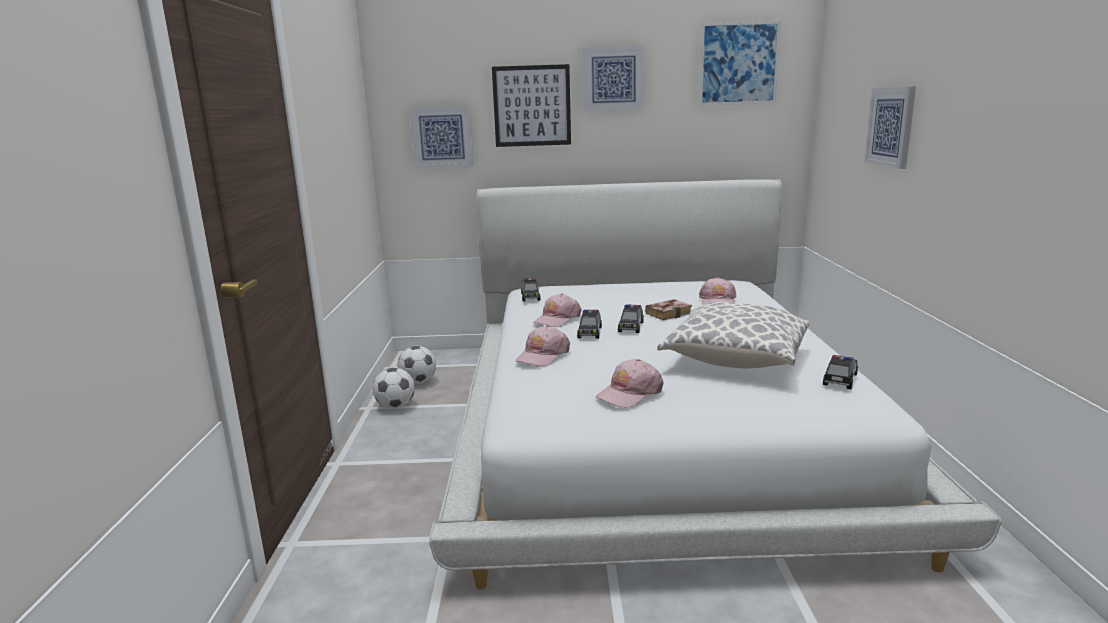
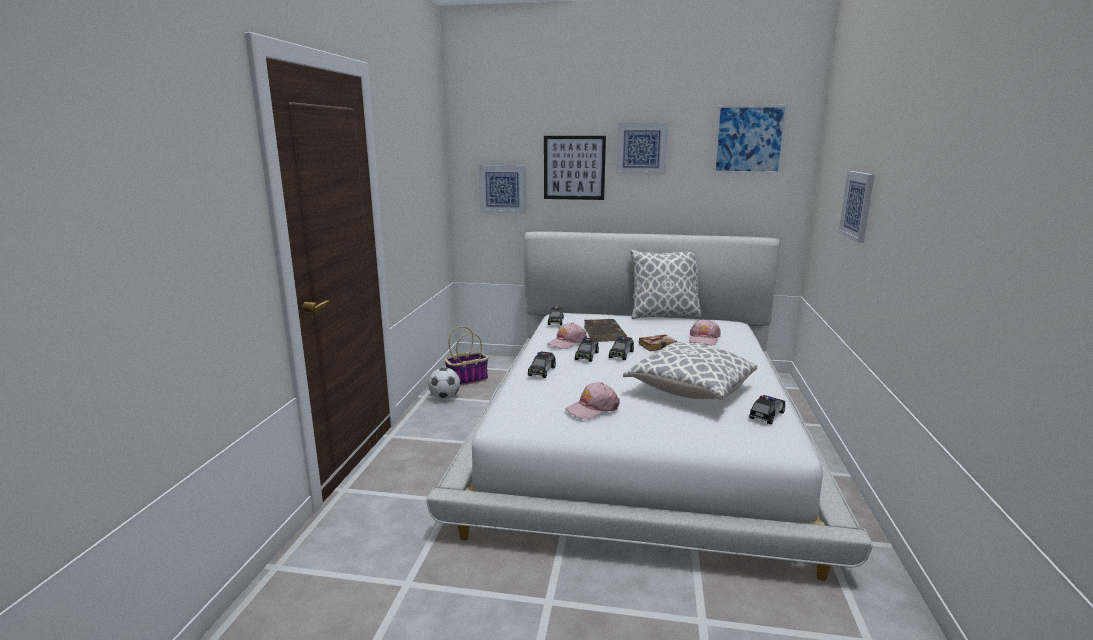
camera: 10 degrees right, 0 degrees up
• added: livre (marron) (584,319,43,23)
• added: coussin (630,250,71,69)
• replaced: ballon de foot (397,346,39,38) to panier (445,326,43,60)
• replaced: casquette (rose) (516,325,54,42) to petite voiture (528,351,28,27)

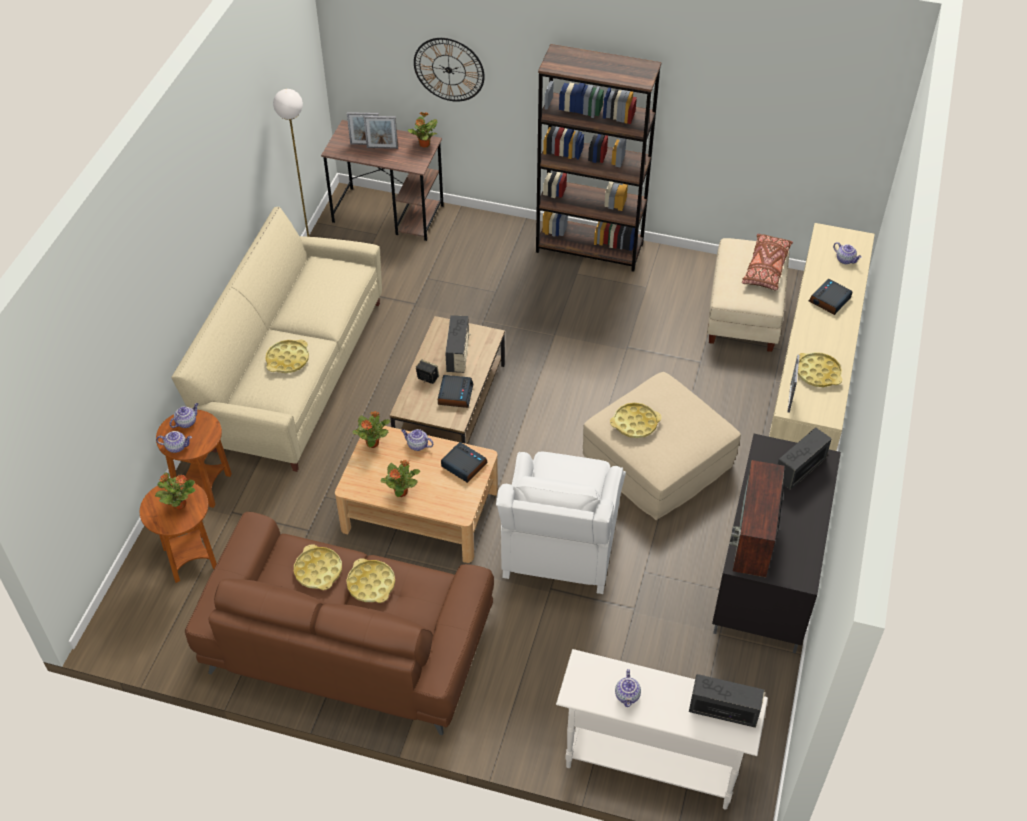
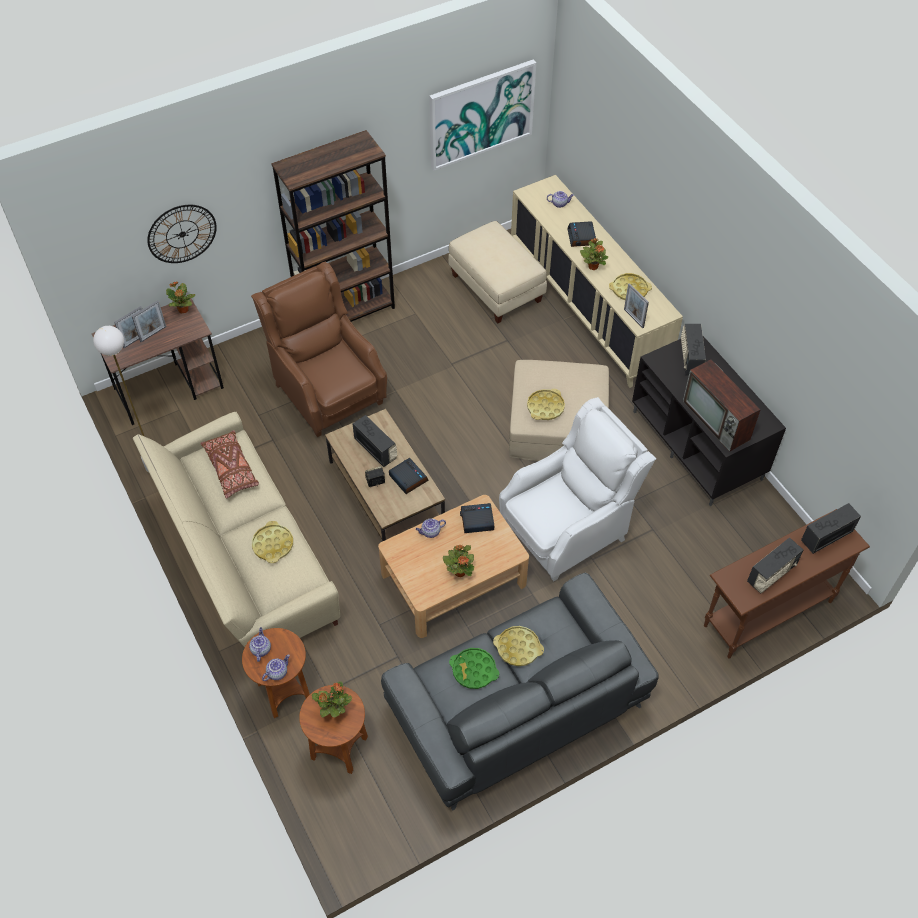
camera: 45 degrees left, 5 degrees up
• added: fauteuil (marron) (251,261,136,176)
• added: tableau (429,59,107,112)
• moved: plante en pot (353,411,37,37) to (580,238,28,32)
• moved: coussin (marron) (742,234,51,56) to (200,430,59,68)
• replaced: théière (615,669,26,38) to radio (747,537,56,57)
• recoloured: canapé (marron) (185,512,309,223) to canapé (gris) (381,573,278,238)
• recoloured: plateau (jaune) (294,544,48,46) to plateau (vert) (449,648,50,41)
• recoloured: table console (blanc) (556,649,212,161) to table console (marron) (704,509,166,150)
• turned: fauteuil (blanc) (496,452,130,142) = (499,397,158,184) 90 degrees counterclockwise

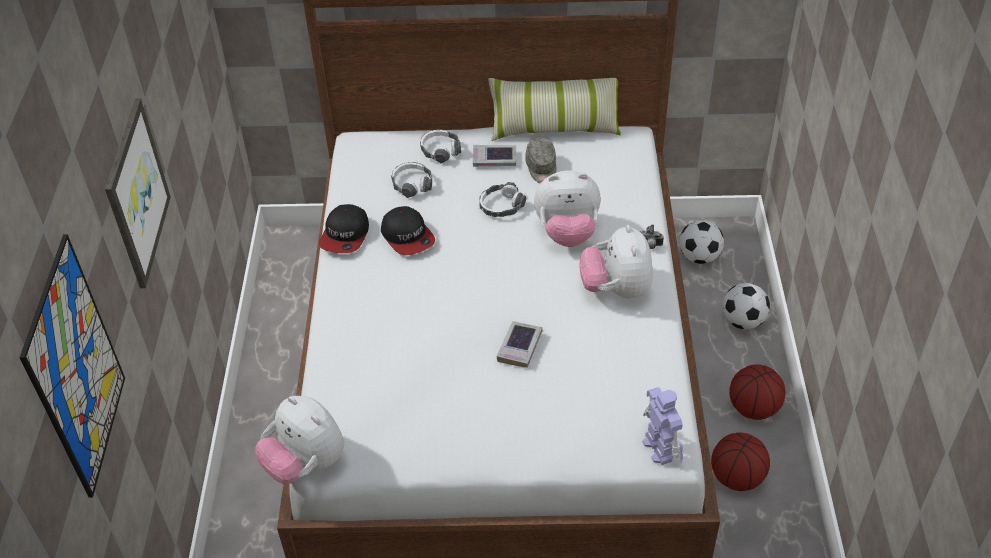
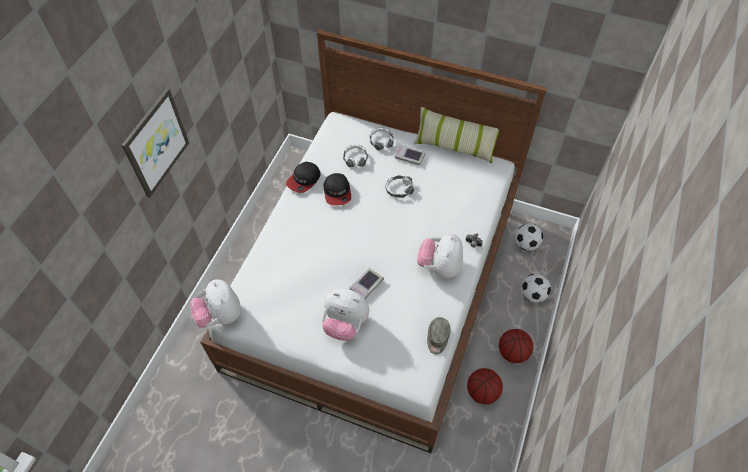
camera: 20 degrees right, 10 degrees up
• removed: tableau (19,234,106,264)
• removed: robot jouet (643,387,40,78)
• moved: casquette (gris) (525,138,31,45) to (427,317,24,38)
• moved: peluche (534,171,67,76) to (322,289,47,52)

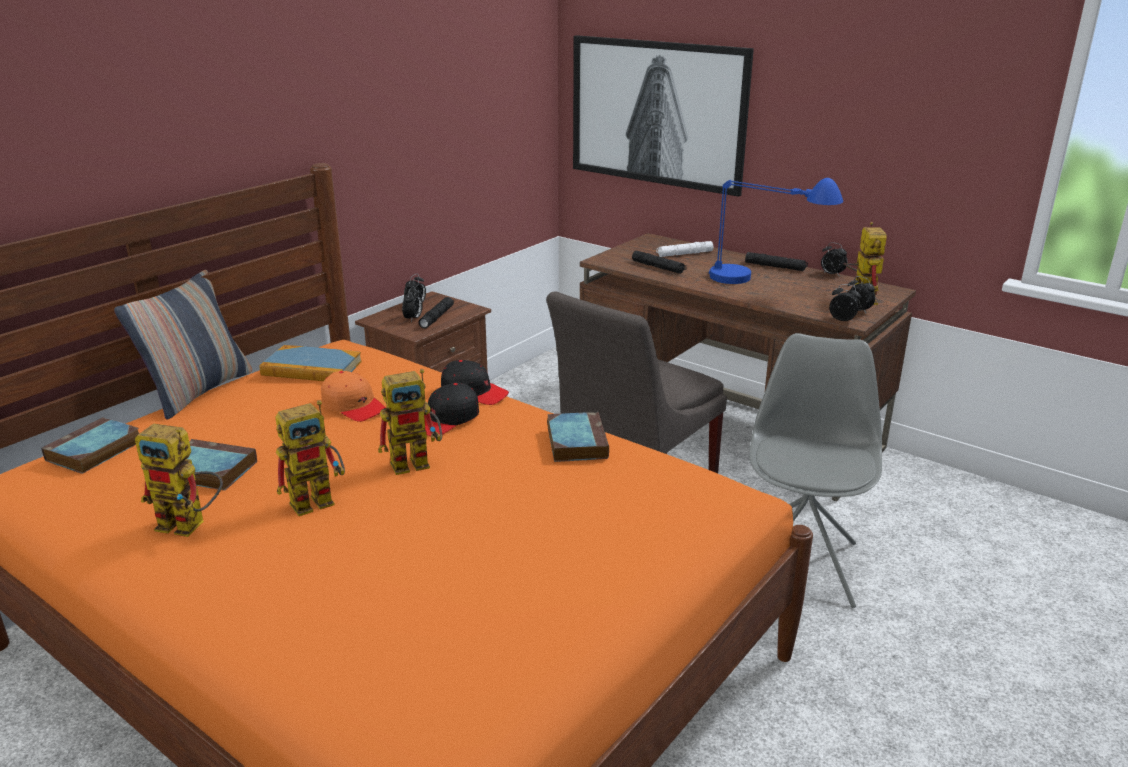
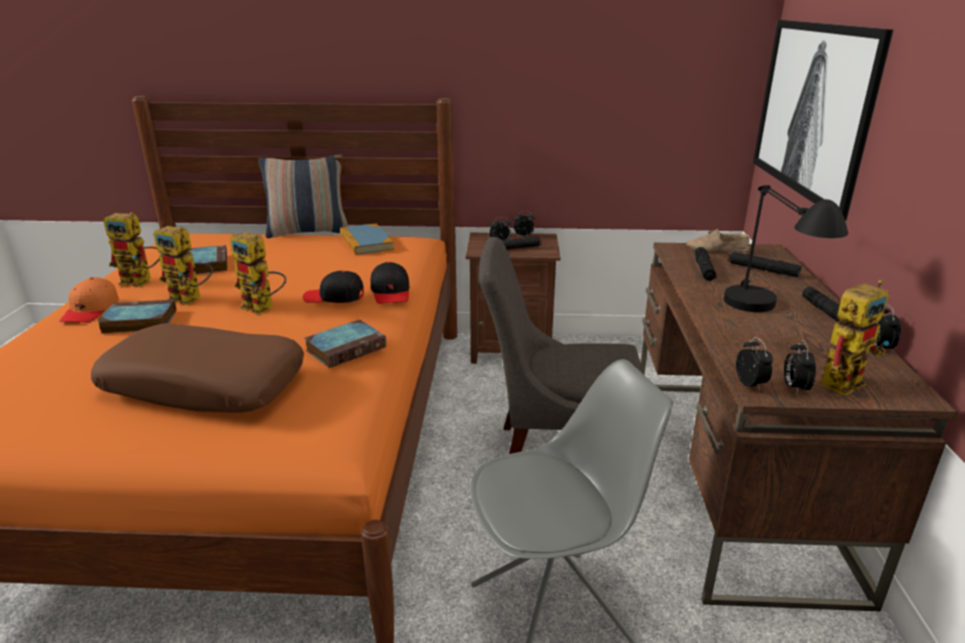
camera: 55 degrees right, 0 degrees up
• added: coussin (marron) (91,323,213,90)
• added: chaussure (beige) (686,228,64,26)
• moved: livre (41,417,98,57) to (97,299,80,35)
• moved: casquette (orange) (321,371,65,51) to (60,277,59,46)
• recoloured: lampe de poche (blanc) (656,241,57,16) to lampe de poche (noir) (728,252,73,25)
• recoloured: lampe de table (bleu) (709,178,134,106) to lampe de table (noir) (724,185,124,127)
• turned: robot jouet (135,423,88,114) = (103,212,57,75) 60 degrees counterclockwise

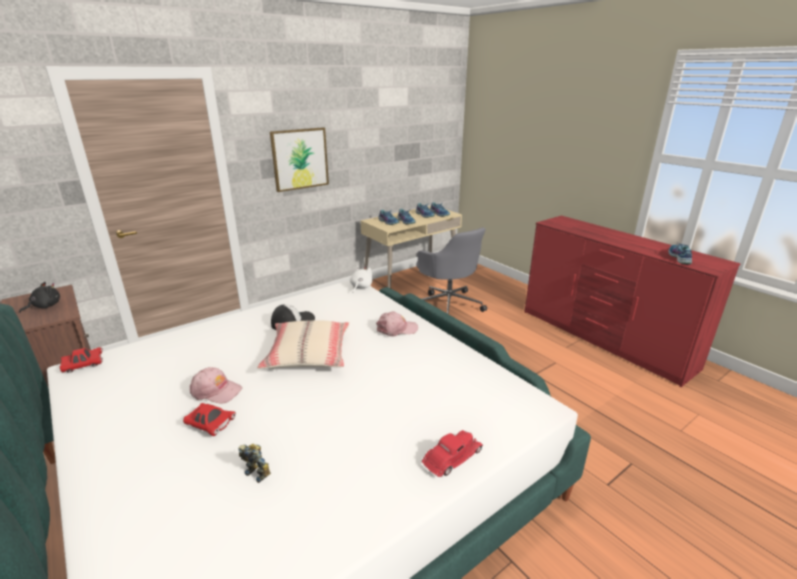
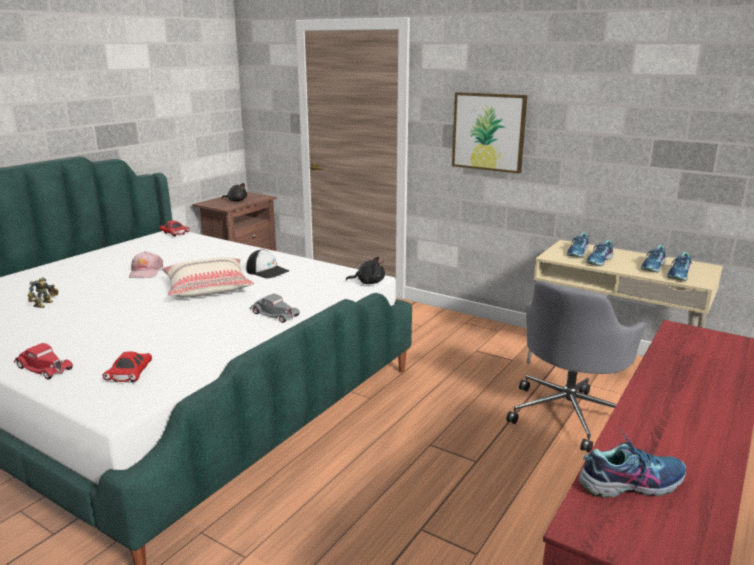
camera: 70 degrees right, 5 degrees down
• moved: petite voiture (rouge) (183,403,53,33) to (102,351,50,31)
• replaced: casquette (rose) (376,312,42,25) to petite voiture (gris) (249,294,51,29)
• recoloured: peluche (blanc) (350,266,23,27) to peluche (noir) (346,257,39,27)

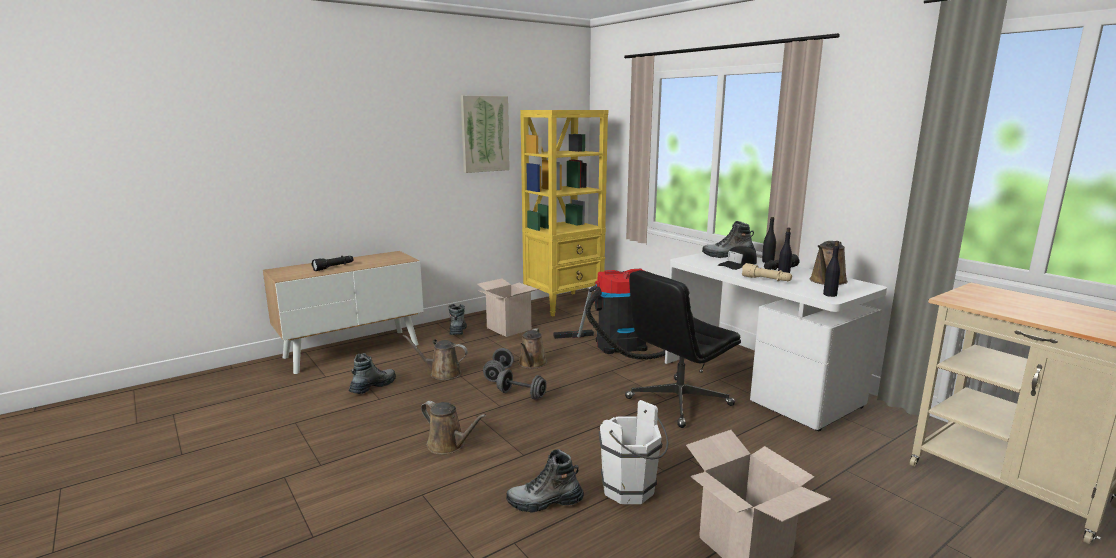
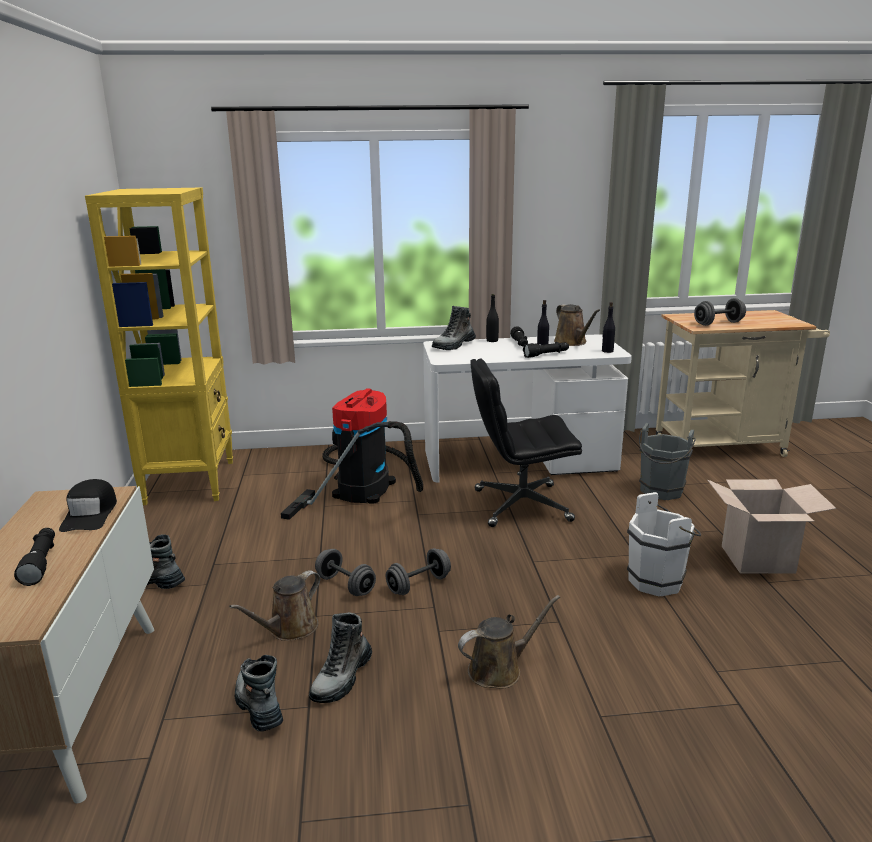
camera: 60 degrees left, 5 degrees up
• removed: tableau (461,96,49,77)
• removed: carton (477,278,63,59)
• removed: arrosoir (marron) (518,328,29,41)
• added: seau (gris) (639,423,57,77)
• added: haltère (gris) (694,298,52,28)
• moved: botte (506,449,78,63) to (309,612,63,91)
• moved: casquette (noir) (718,246,39,24) to (59,479,58,53)
• recoloured: lampe de poche (beige) (742,263,50,18) to lampe de poche (noir) (523,342,46,16)
• turned: chaise de bureau (noir) (625,270,116,158) = (470,358,112,169) 90 degrees clockwise

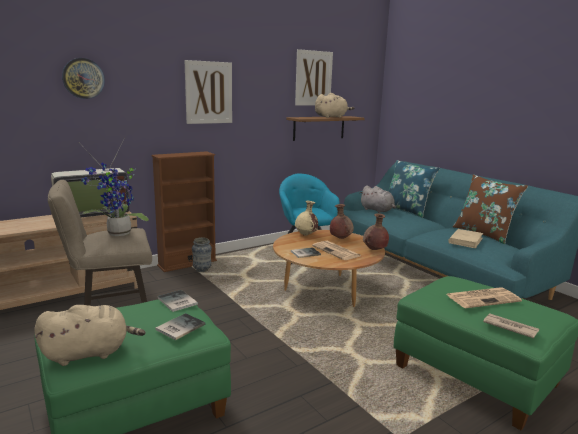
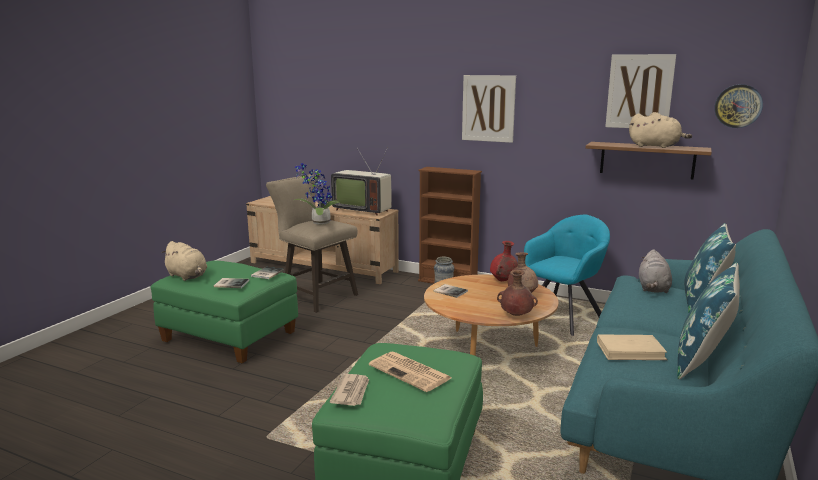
camera: 60 degrees right, 0 degrees up
• removed: journal (312,241,49,19)
• moved: horloge murale (62,58,43,41) to (714,84,49,44)
• recoloured: vase (beige) (295,201,23,35) to vase (rouge) (490,241,28,40)
• recoloured: coussin (marron) (453,174,75,70) to coussin (bleu) (677,262,63,117)

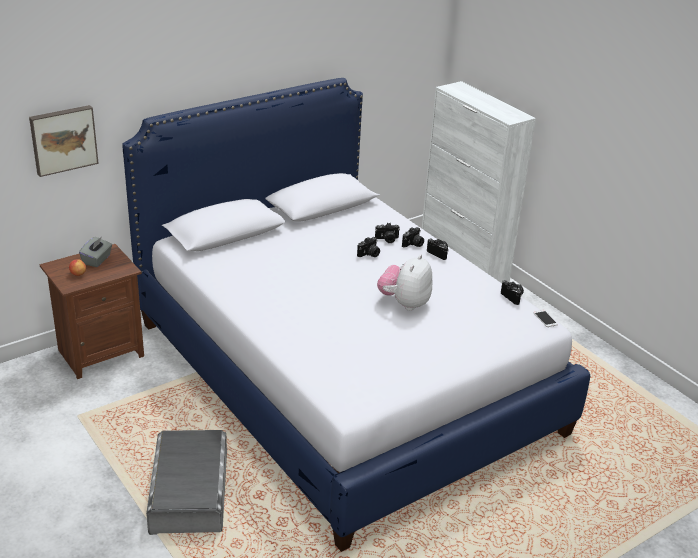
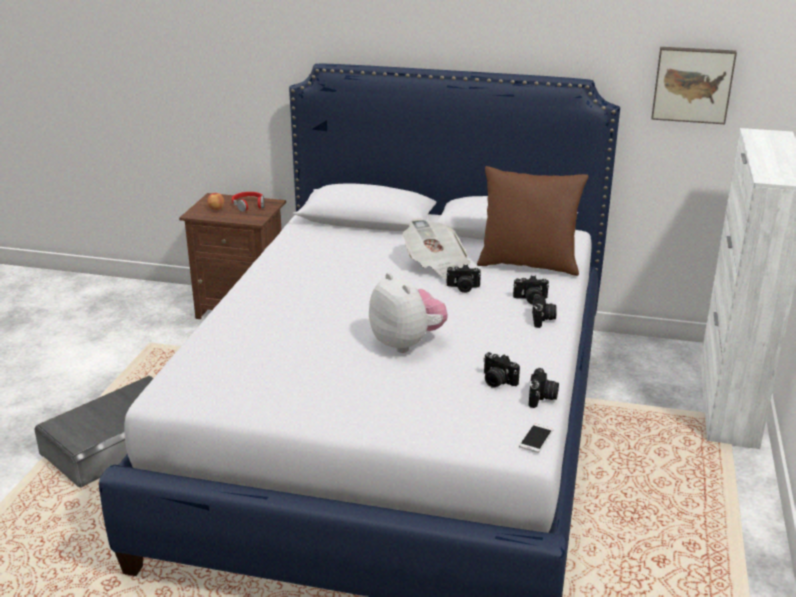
camera: 50 degrees right, 5 degrees down
• added: journal (402,218,69,61)
• added: coussin (marron) (477,166,111,110)
• moved: tableau (29,105,70,72) to (652,47,85,77)
• moved: appareil photo (375,223,25,20) to (483,352,37,36)
• replaced: boîte à mouchoirs (gris) (79,237,33,30) to casque audio (rouge) (232,192,32,20)
• turned: peluche (377,254,55,57) = (369,273,79,80) 75 degrees clockwise

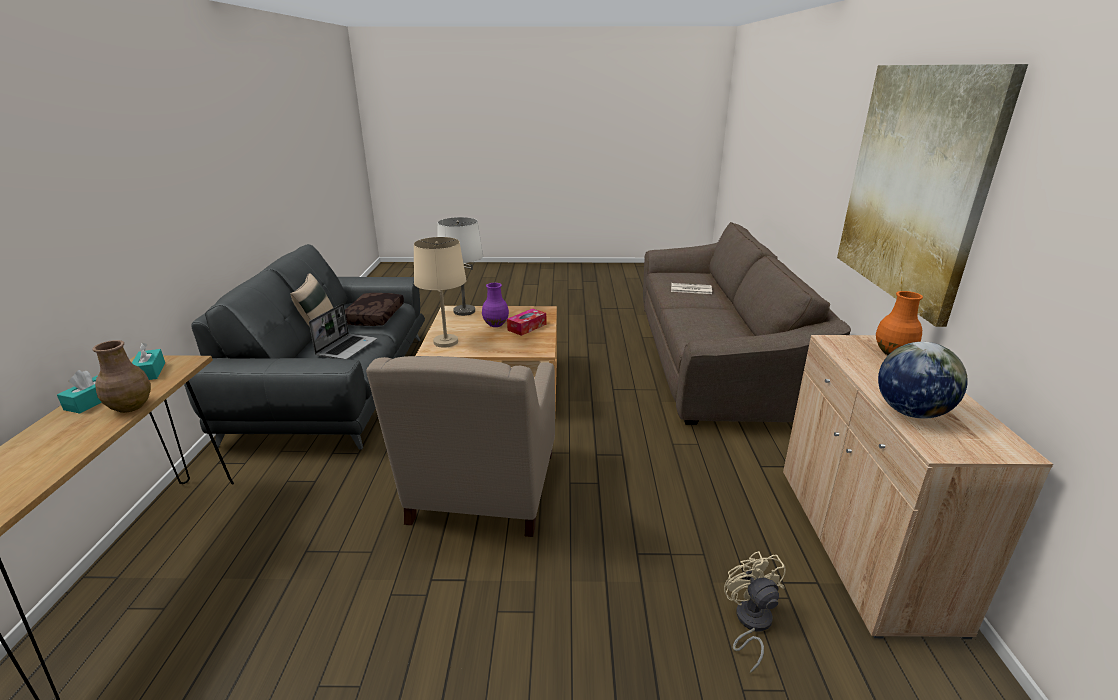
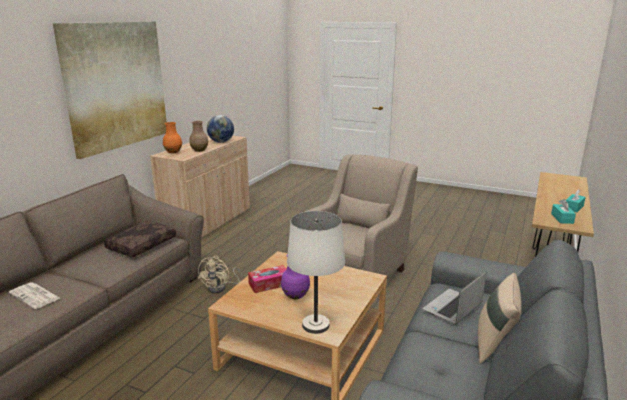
camera: 155 degrees left, 5 degrees down
• removed: lampe de table (beige) (414,237,53,111)
• moved: vase (marron) (92,340,59,73) to (189,121,19,31)
• moved: coussin (marron) (345,293,59,33) to (104,221,72,36)
• moved: ventilateur (beige) (724,551,62,122) to (198,256,44,37)

